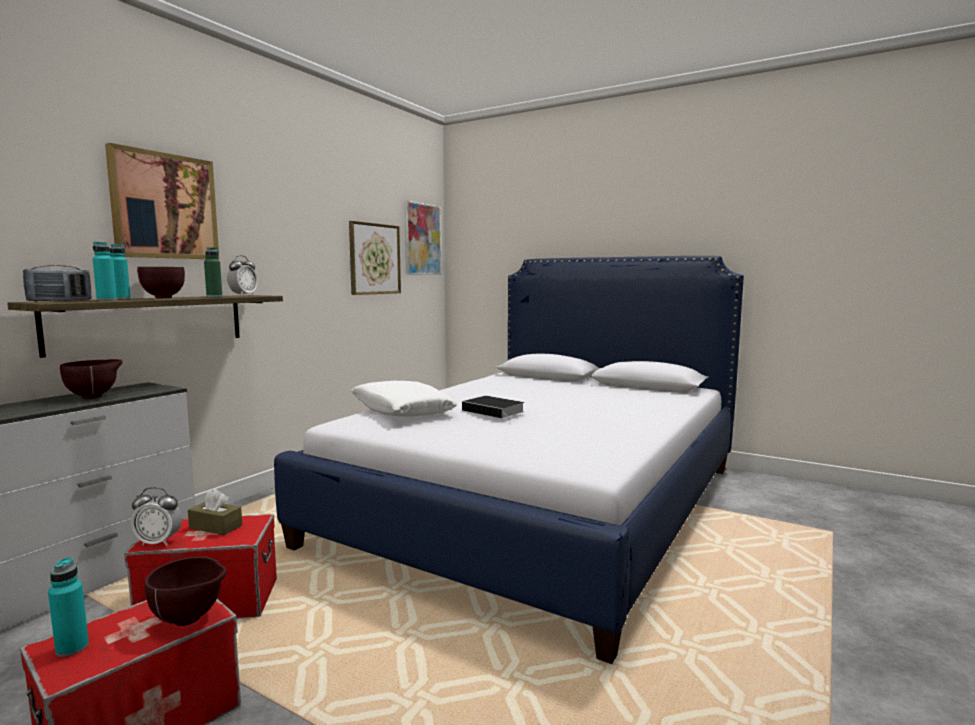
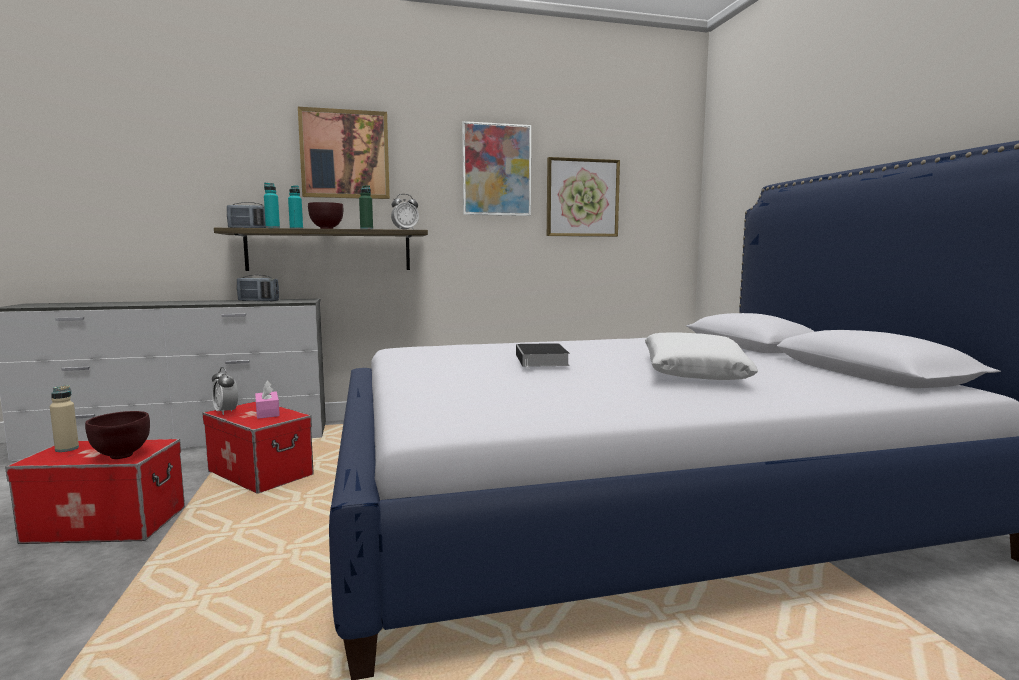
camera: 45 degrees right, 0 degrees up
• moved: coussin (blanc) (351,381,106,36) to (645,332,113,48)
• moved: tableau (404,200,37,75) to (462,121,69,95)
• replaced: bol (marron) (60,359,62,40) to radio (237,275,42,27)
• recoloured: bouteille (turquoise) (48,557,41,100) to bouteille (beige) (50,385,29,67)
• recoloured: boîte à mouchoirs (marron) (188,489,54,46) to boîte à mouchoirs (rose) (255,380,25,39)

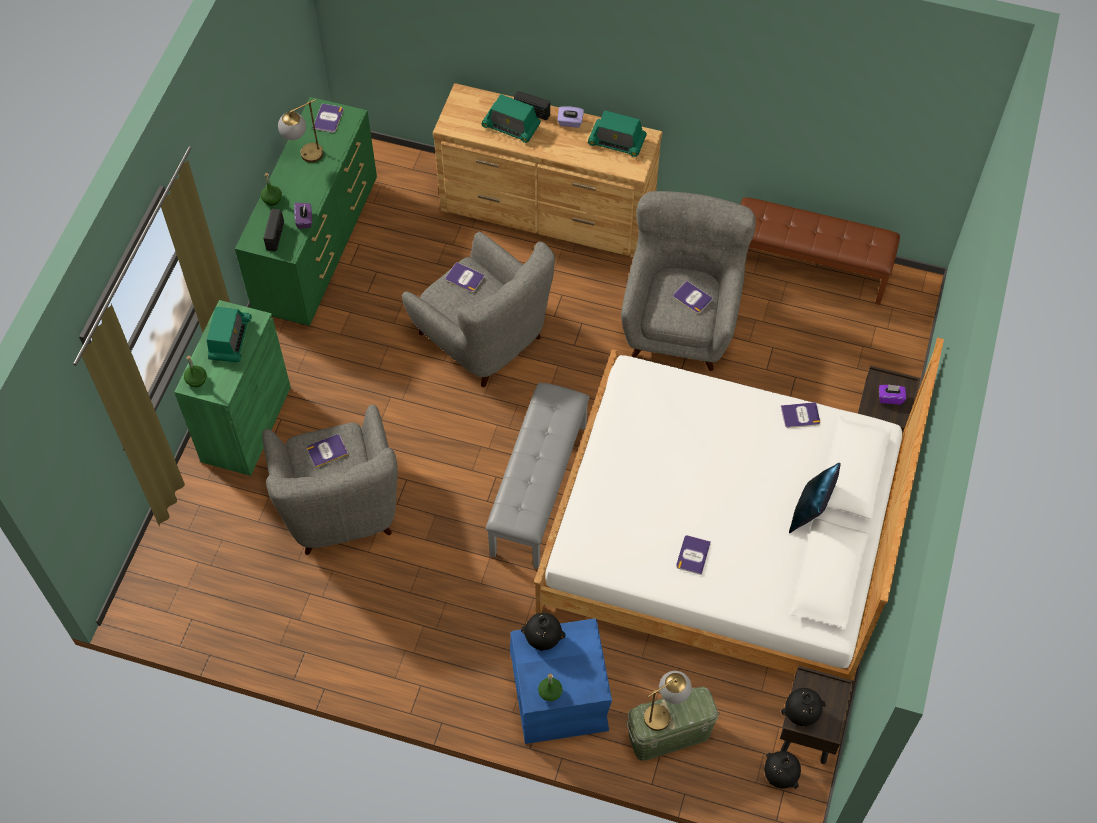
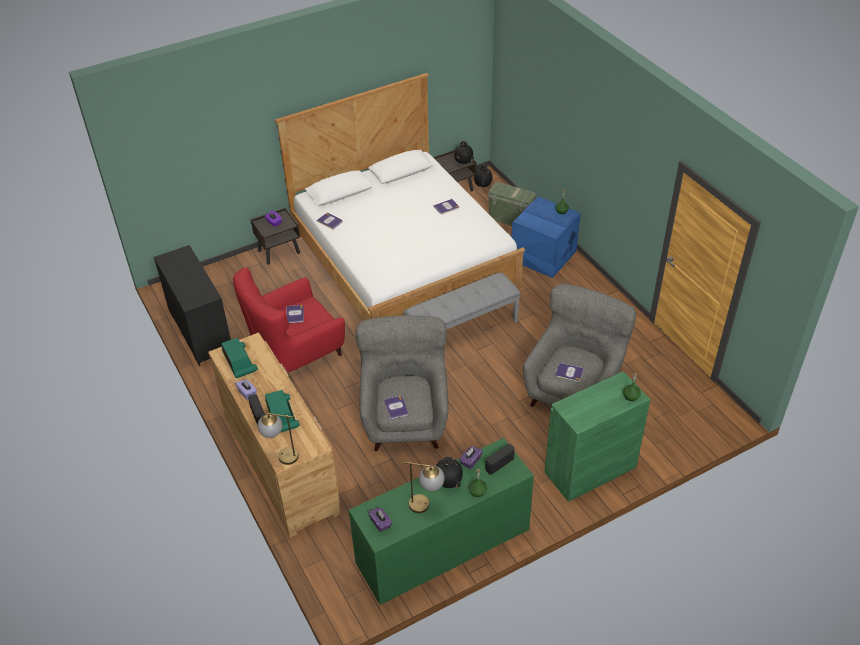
camera: 135 degrees left, 15 degrees down
• removed: radio (207,307,44,55)
• removed: coussin (bleu) (789,463,52,70)
• moved: vase (noir) (521,613,45,38) to (436,457,27,31)
• moved: lampe de table (644,671,48,60) to (257,413,42,52)
• replaced: livre (313,104,31,29) to boîte à mouchoirs (violet) (368,507,24,25)
• replaced: banc (marron) (740,197,160,108) to commode (noir) (154,245,77,121)
• recoloured: fauteuil (gris) (621,191,135,180) to fauteuil (rouge) (233,268,112,105)

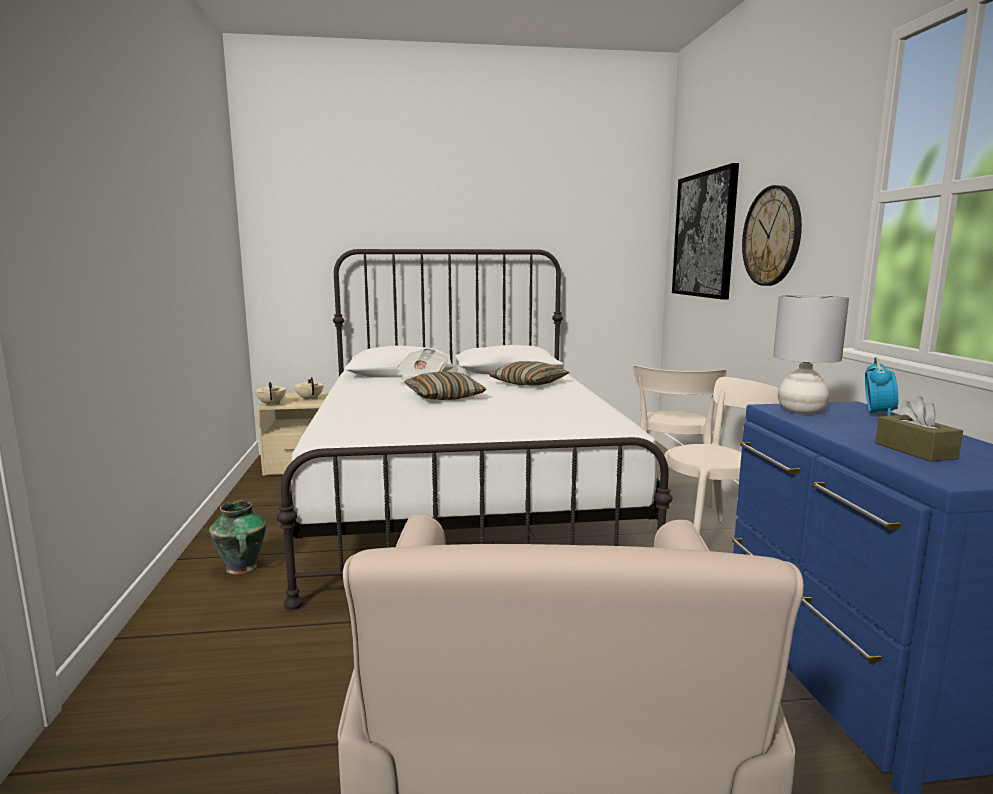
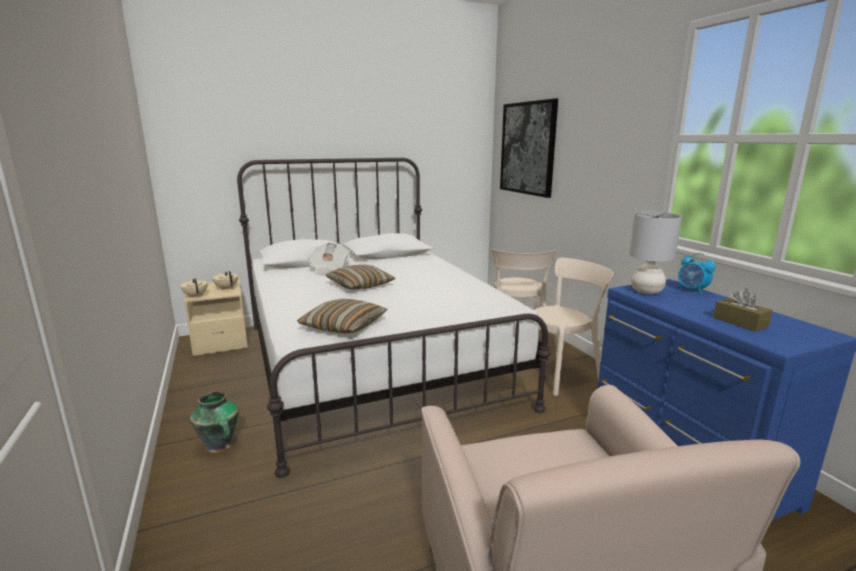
camera: 15 degrees left, 5 degrees up
• removed: horloge murale (742,185,60,101)
• moved: coussin (489,361,81,25) to (297,299,91,35)
• turned: réveil (865,357,33,59) = (678,253,38,41) 135 degrees clockwise

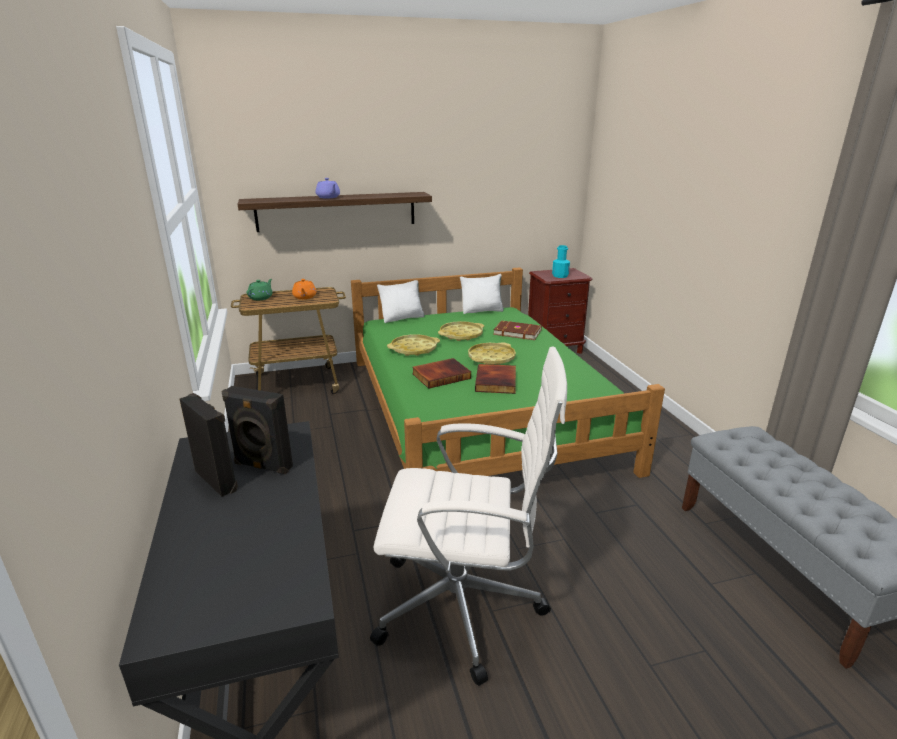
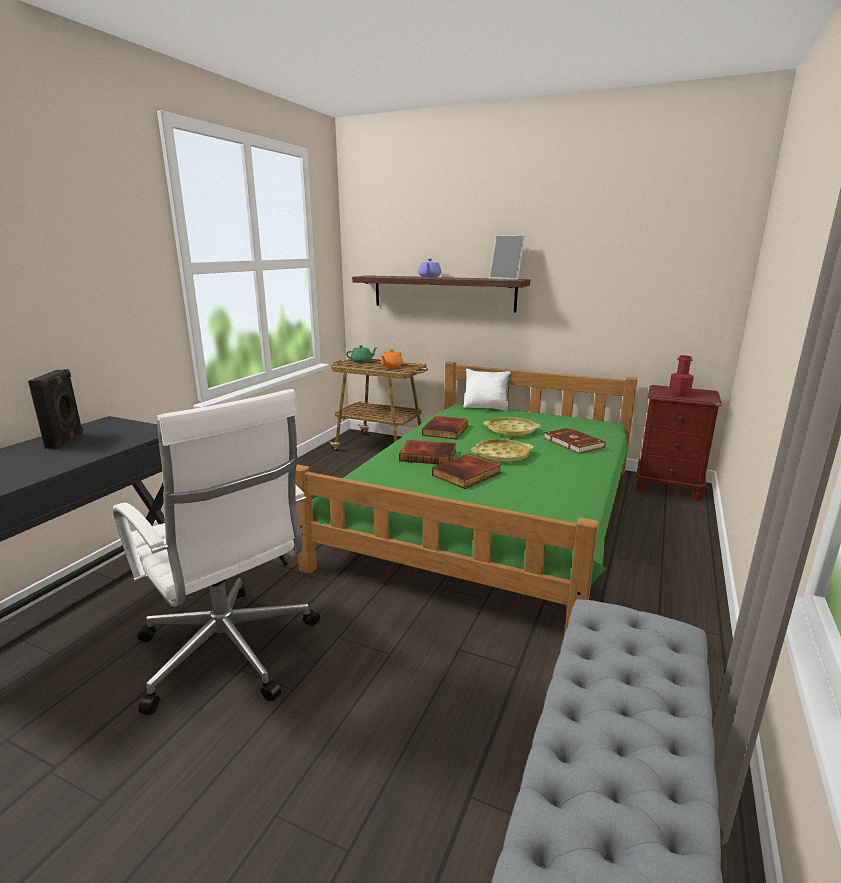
camera: 40 degrees right, 5 degrees down
• removed: enceinte (noir) (221,386,72,88)
• removed: coussin (blanc) (460,274,44,40)
• added: cadre photo (489,235,36,45)
• replaced: plateau (jaune) (387,334,53,22) to livre (422,416,47,23)
• recoloured: bouteille (turquoise) (552,245,18,33) to bouteille (rouge) (669,355,25,42)

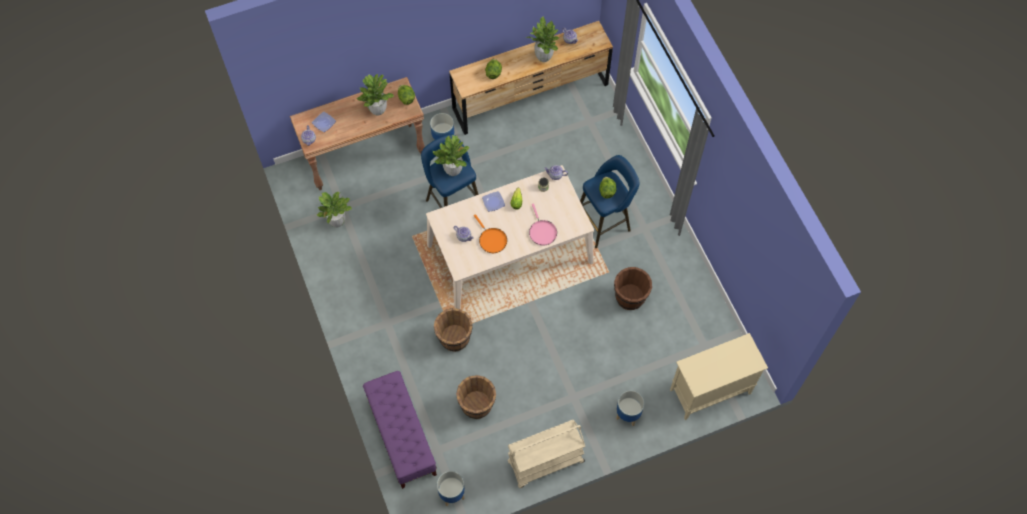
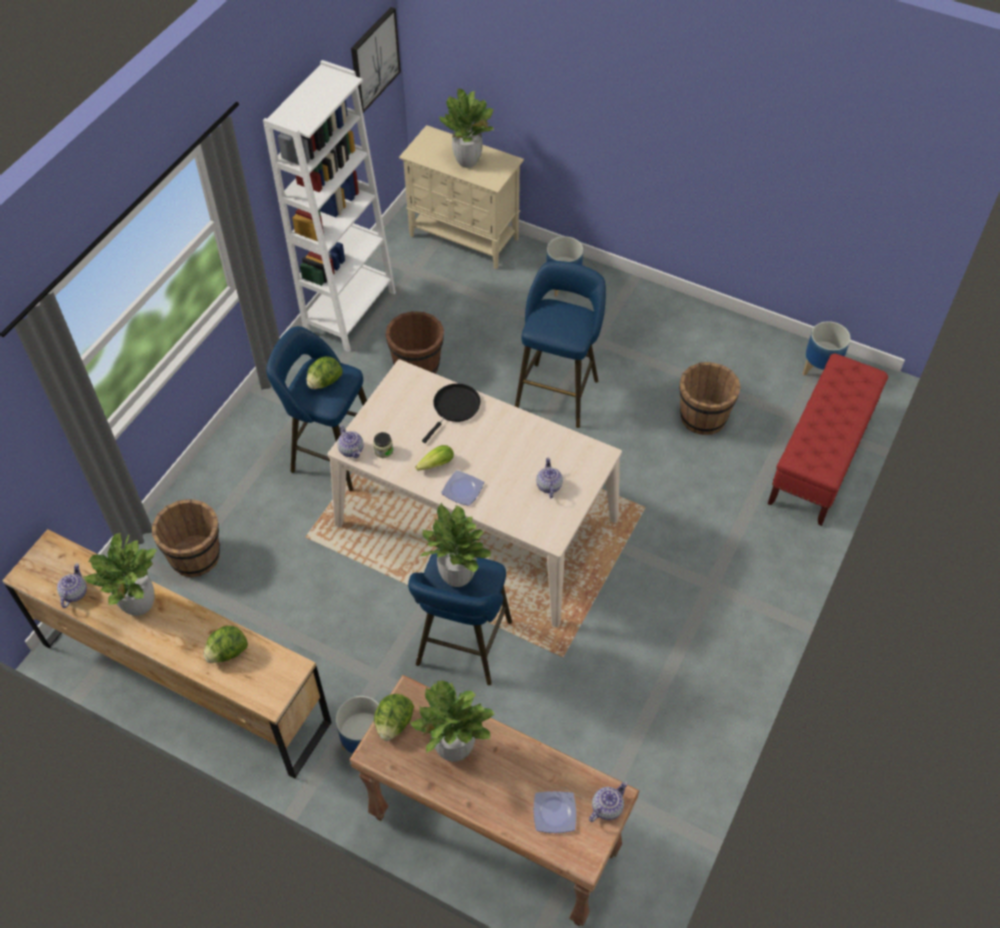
camera: 130 degrees left, 10 degrees down
• removed: poêle (orange) (474,214,33,39)
• removed: chariot (beige) (507,420,78,68)
• added: bibliothèque (blanc) (263,60,133,292)
• added: tableau (351,7,50,106)
• added: tabouret (bleu) (515,261,91,167)
• moved: plante en pot (317,192,35,36) to (439,89,55,79)
• moved: seau (marron) (434,308,39,44) to (152,499,68,78)
• recoloured: banc (violet) (363,371,74,118) to banc (rouge) (768,353,120,173)
• recoloured: poêle (rose) (529,203,28,43) to poêle (noir) (422,383,59,60)

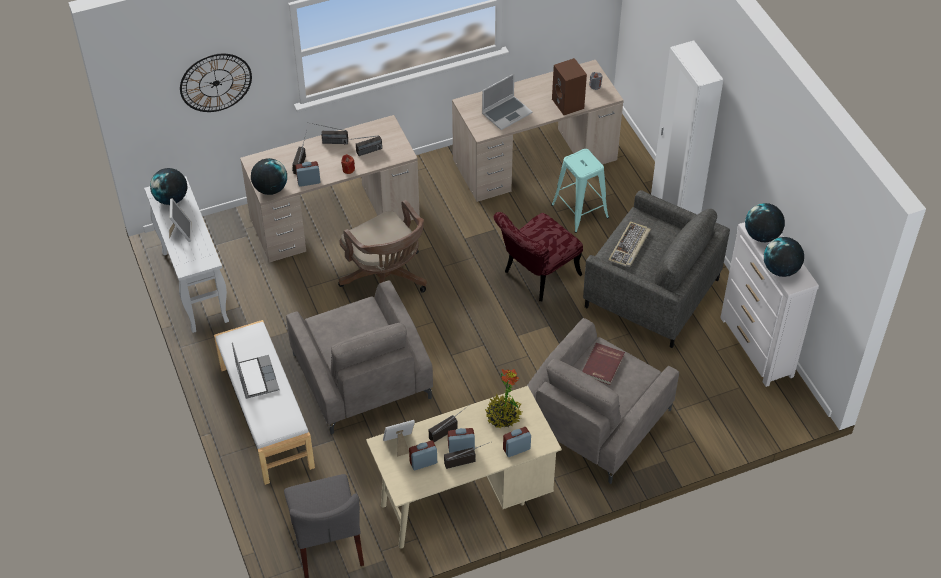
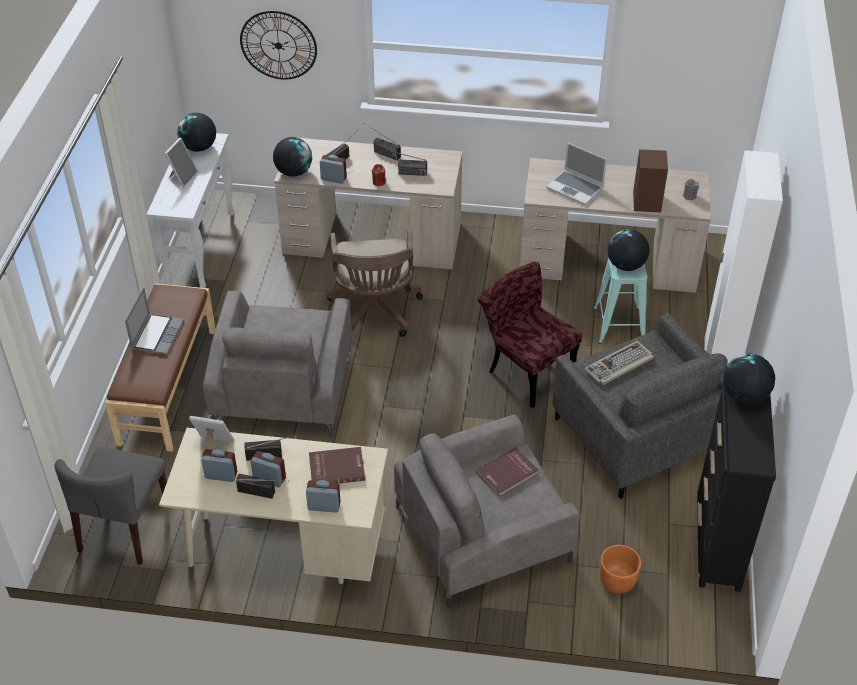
camera: 30 degrees right, 5 degrees down
• added: cache-pot (orange) (600,545,41,49)
• moved: globe (764,237,40,40) to (607,229,42,42)
• replaced: plante en pot (485,369,37,59) to livre (rouge) (309,447,56,36)
• recoloured: banc (blanc) (214,320,101,165) to banc (marron) (105,283,111,169)
• recoloured: commode (blanc) (720,222,99,165) to commode (noir) (697,383,79,209)
• turned: ordinateur portable (482,74,50,56) = (546,142,61,63) 45 degrees clockwise
• turned: chaise (rouge) (494,212,89,89) = (478,262,104,146) 60 degrees clockwise

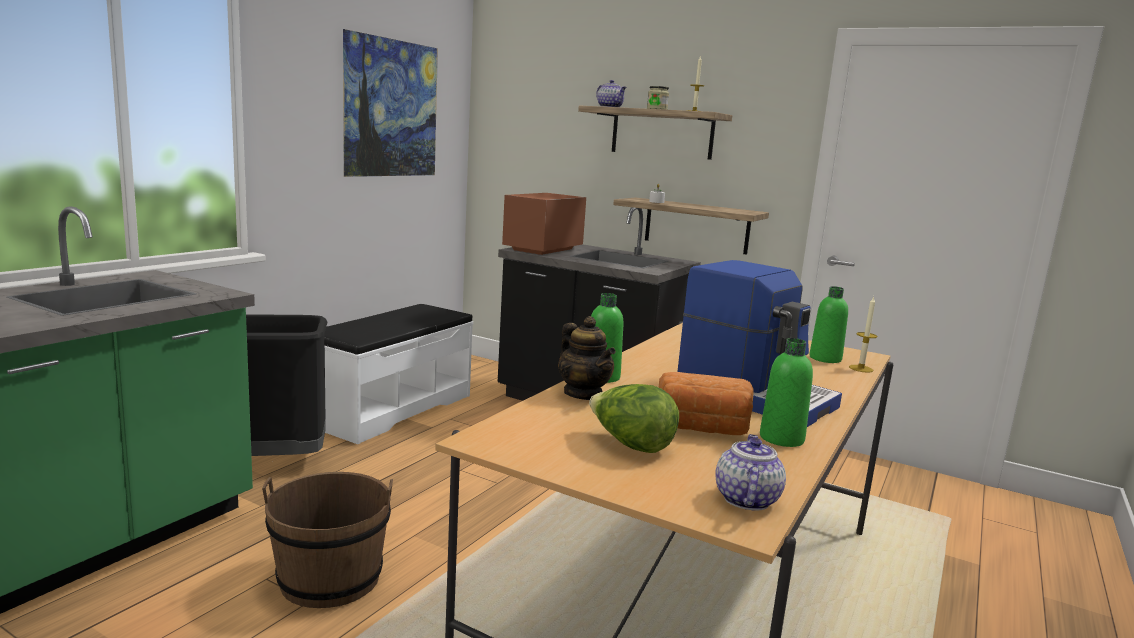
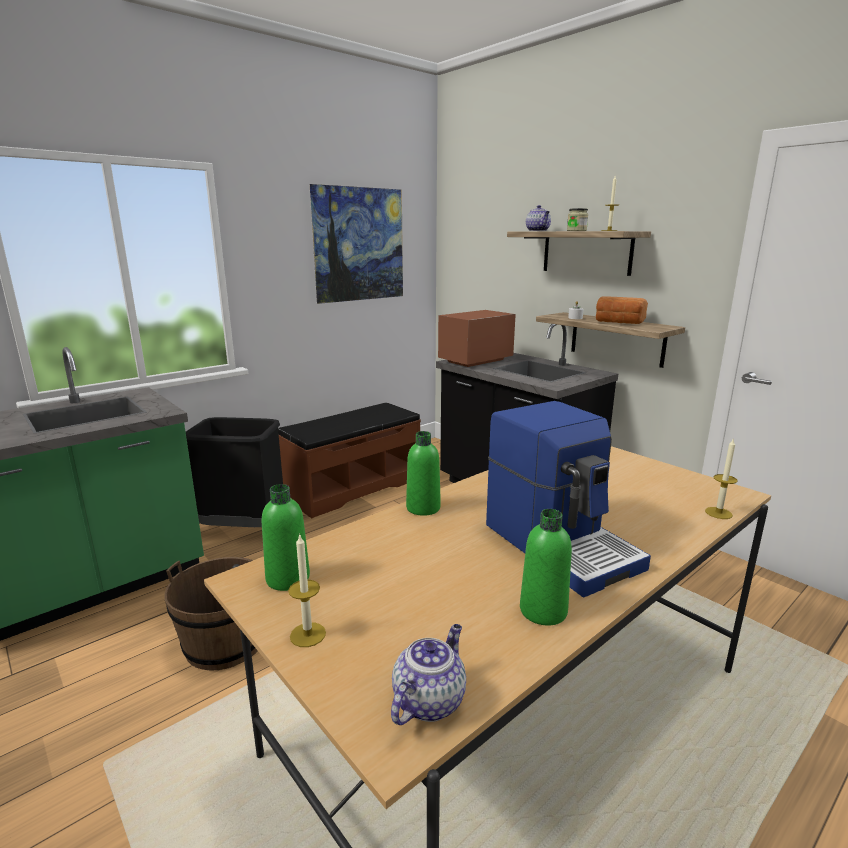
camera: 20 degrees right, 5 degrees up
• removed: théière (558,316,58,84)
• removed: laitue (589,384,90,69)
• added: bougie (288,533,38,114)
• moved: pain (659,372,95,63) to (596,296,52,28)
• moved: bouteille (vert) (810,286,38,77) to (262,484,48,107)
• recoloured: banc (blanc) (324,304,149,140) to banc (marron) (278,403,143,115)

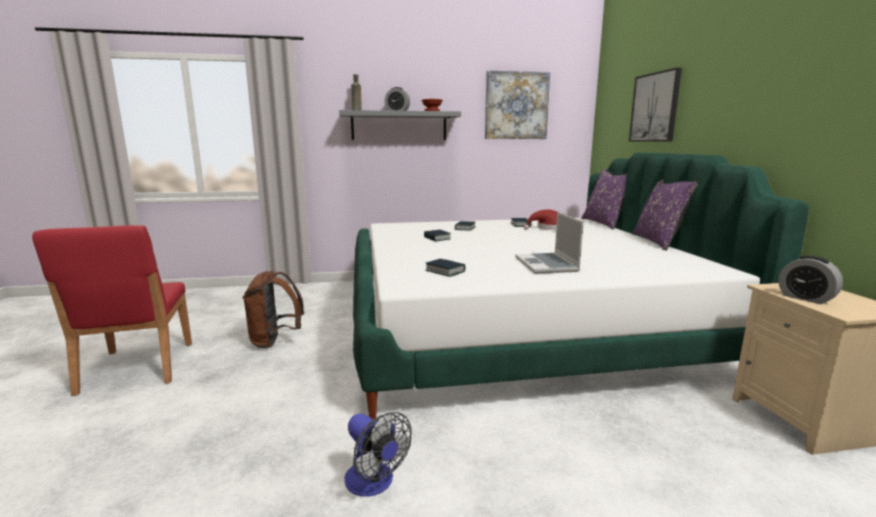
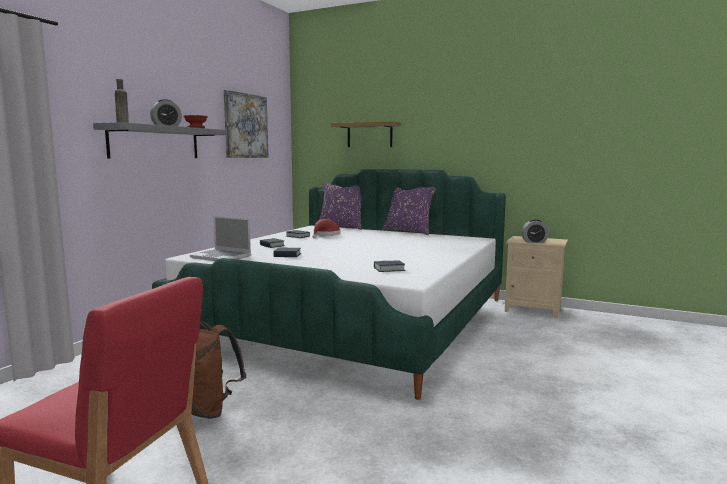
camera: 55 degrees left, 5 degrees down
• removed: ventilateur (344,412,68,85)
• moved: ordinateur portable (515,212,69,61) to (190,216,61,45)
• replaced: tableau (629,67,53,74) to étagère (331,121,70,26)

